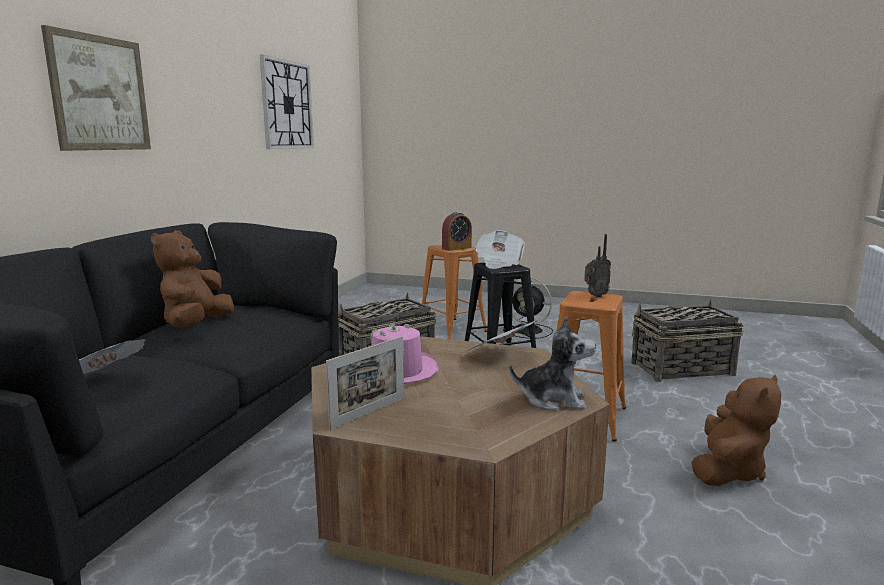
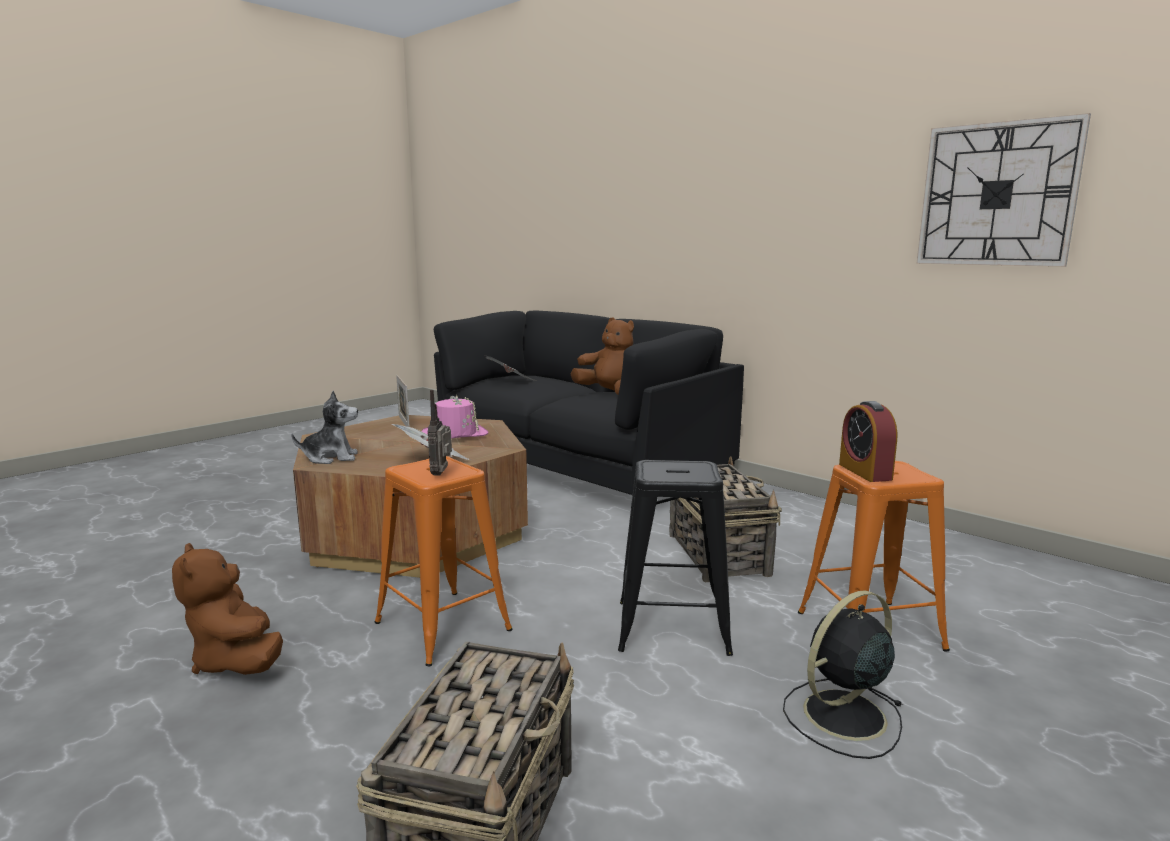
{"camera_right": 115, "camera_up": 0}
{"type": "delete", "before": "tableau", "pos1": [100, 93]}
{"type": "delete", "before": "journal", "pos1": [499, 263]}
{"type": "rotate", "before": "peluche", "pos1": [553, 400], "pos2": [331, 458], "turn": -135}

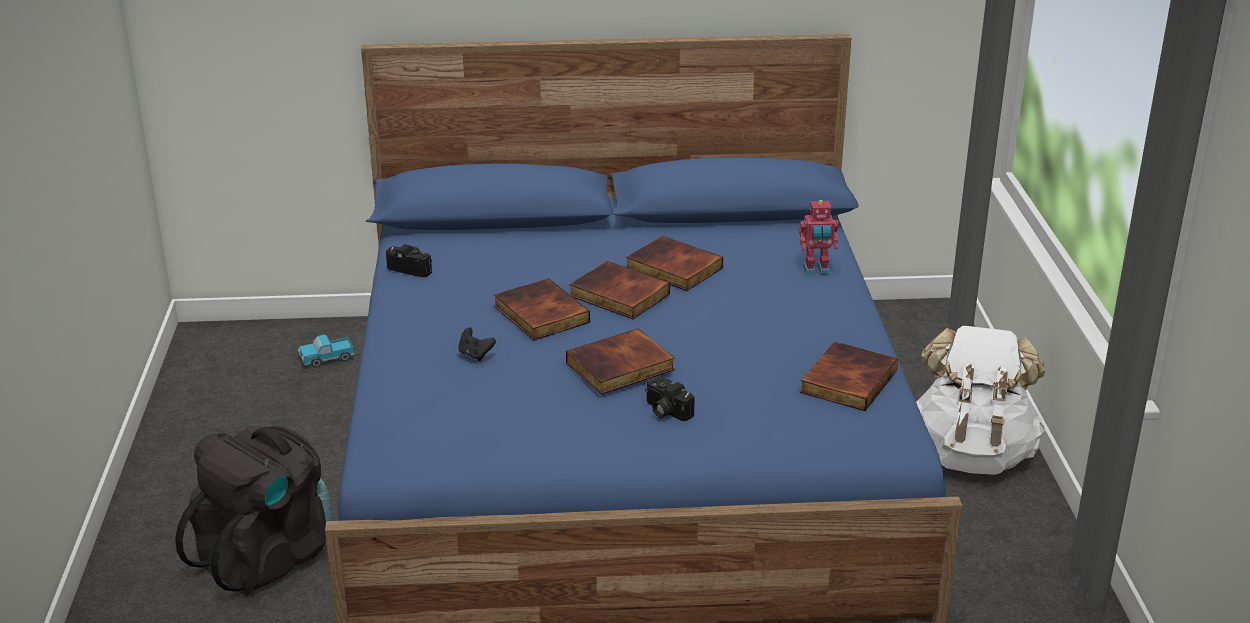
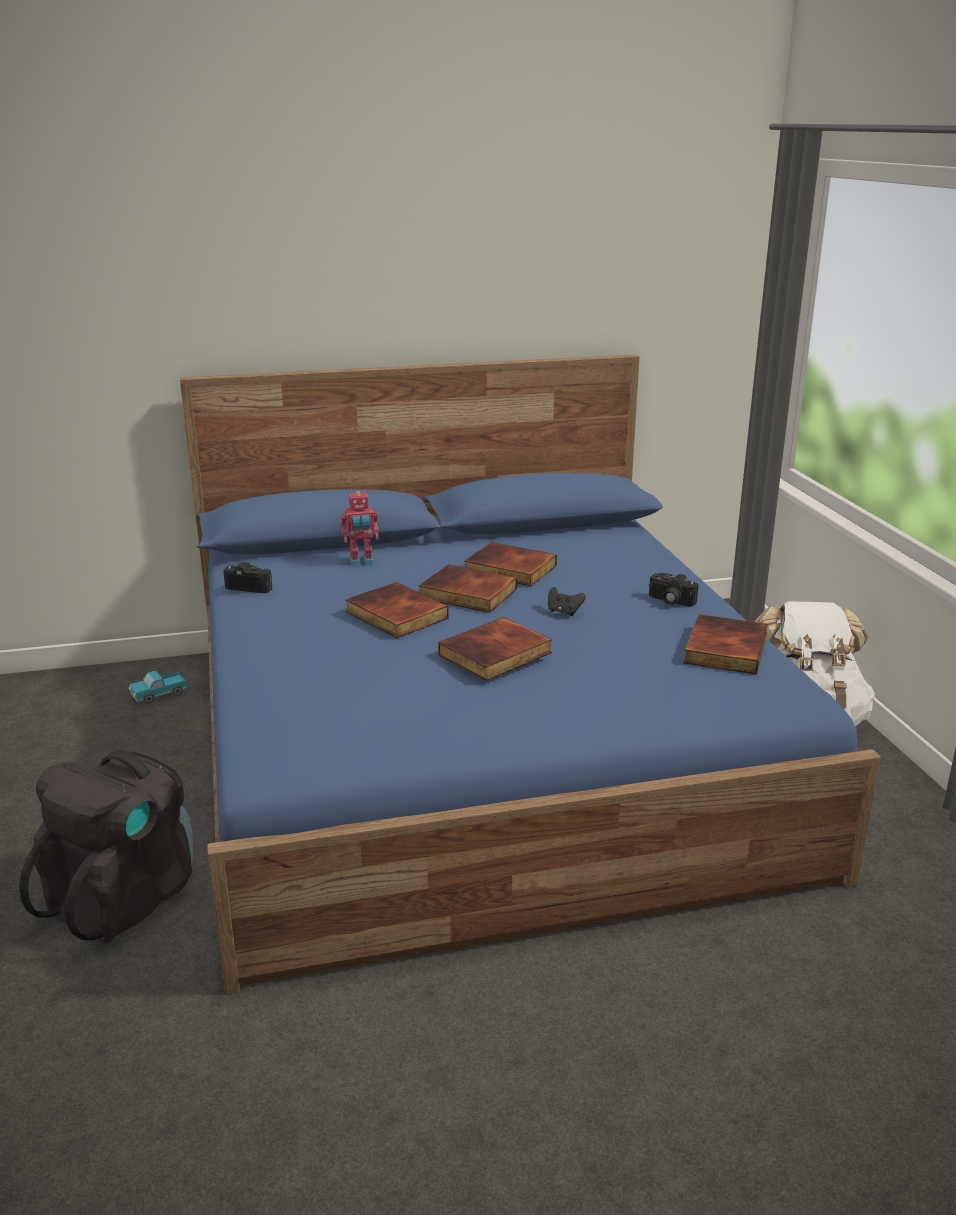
{"camera_right": -10, "camera_up": -5}
{"type": "move", "before": "manette (noir)", "pos1": [475, 355], "pos2": [564, 612]}
{"type": "move", "before": "appareil photo", "pos1": [665, 411], "pos2": [670, 601]}
{"type": "move", "before": "robot jouet", "pos1": [816, 270], "pos2": [361, 562]}

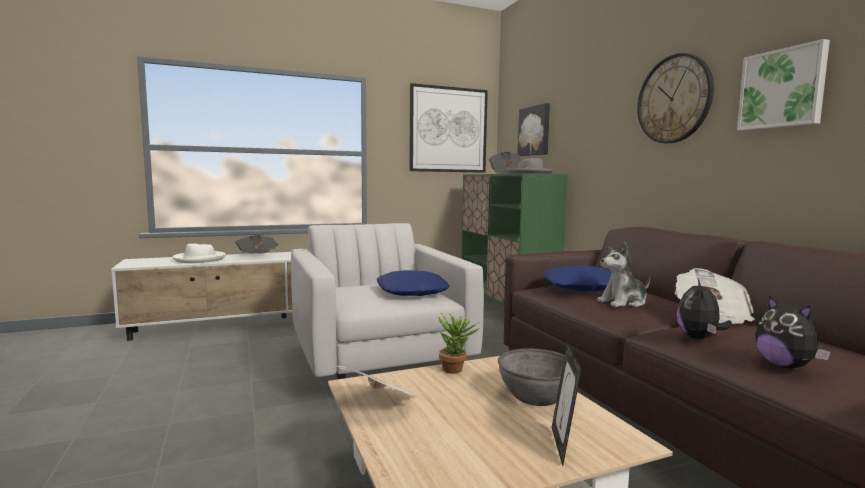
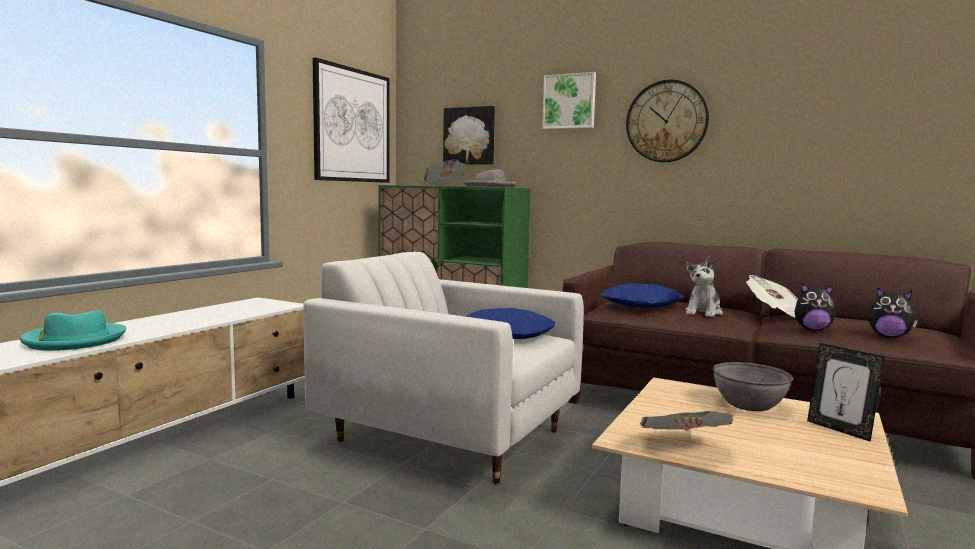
{"camera_right": -40, "camera_up": 0}
{"type": "recolor", "before": "chapeau (blanc)", "after": "chapeau (turquoise)", "pos1": [199, 259], "pos2": [74, 340]}
{"type": "delete", "before": "journal", "pos1": [257, 256]}
{"type": "delete", "before": "plante en pot", "pos1": [456, 369]}
{"type": "rotate", "before": "peluche", "pos1": [699, 338], "pos2": [812, 329], "turn": -60}
{"type": "move", "before": "tableau", "pos1": [782, 89], "pos2": [569, 101]}

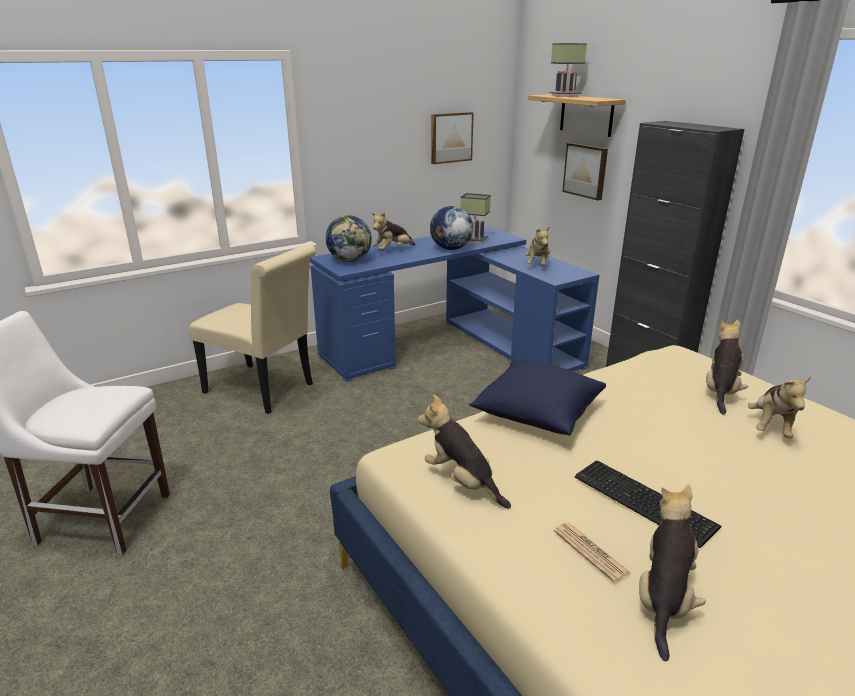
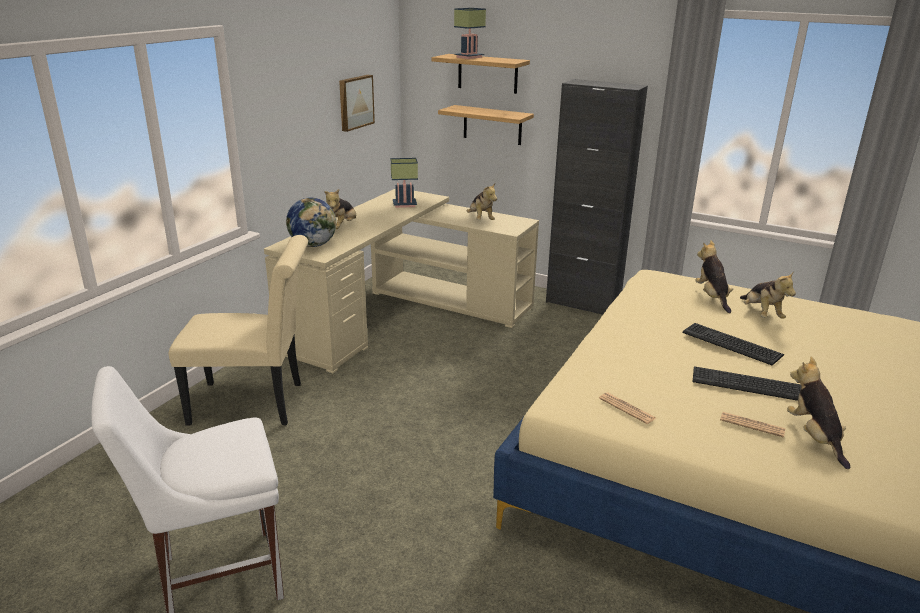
{"camera_right": -30, "camera_up": 0}
{"type": "recolor", "before": "bureau (bleu)", "after": "bureau (beige)", "pos1": [455, 347], "pos2": [403, 314]}
{"type": "replace", "before": "peluche", "after": "journal", "pos1": [462, 482], "pos2": [627, 408]}
{"type": "delete", "before": "globe", "pos1": [450, 249]}
{"type": "delete", "before": "coussin (bleu)", "pos1": [536, 414]}
{"type": "replace", "before": "tableau", "after": "étagère", "pos1": [586, 170], "pos2": [492, 125]}
{"type": "insert", "after": "clavier", "pos2": [732, 344]}

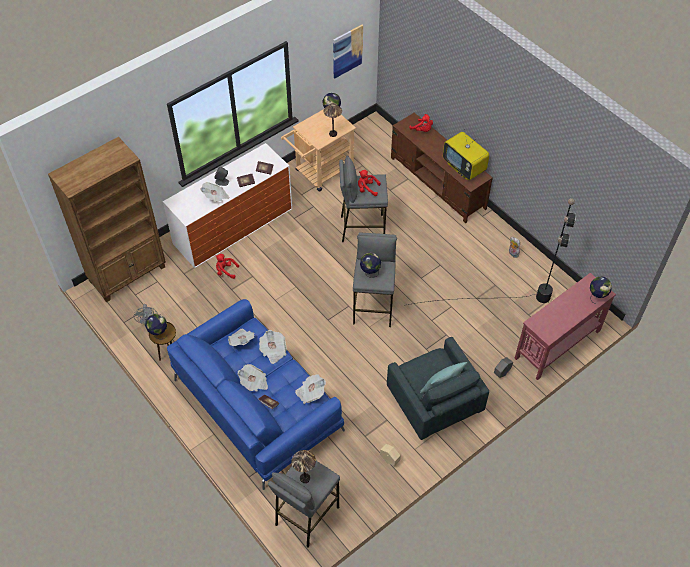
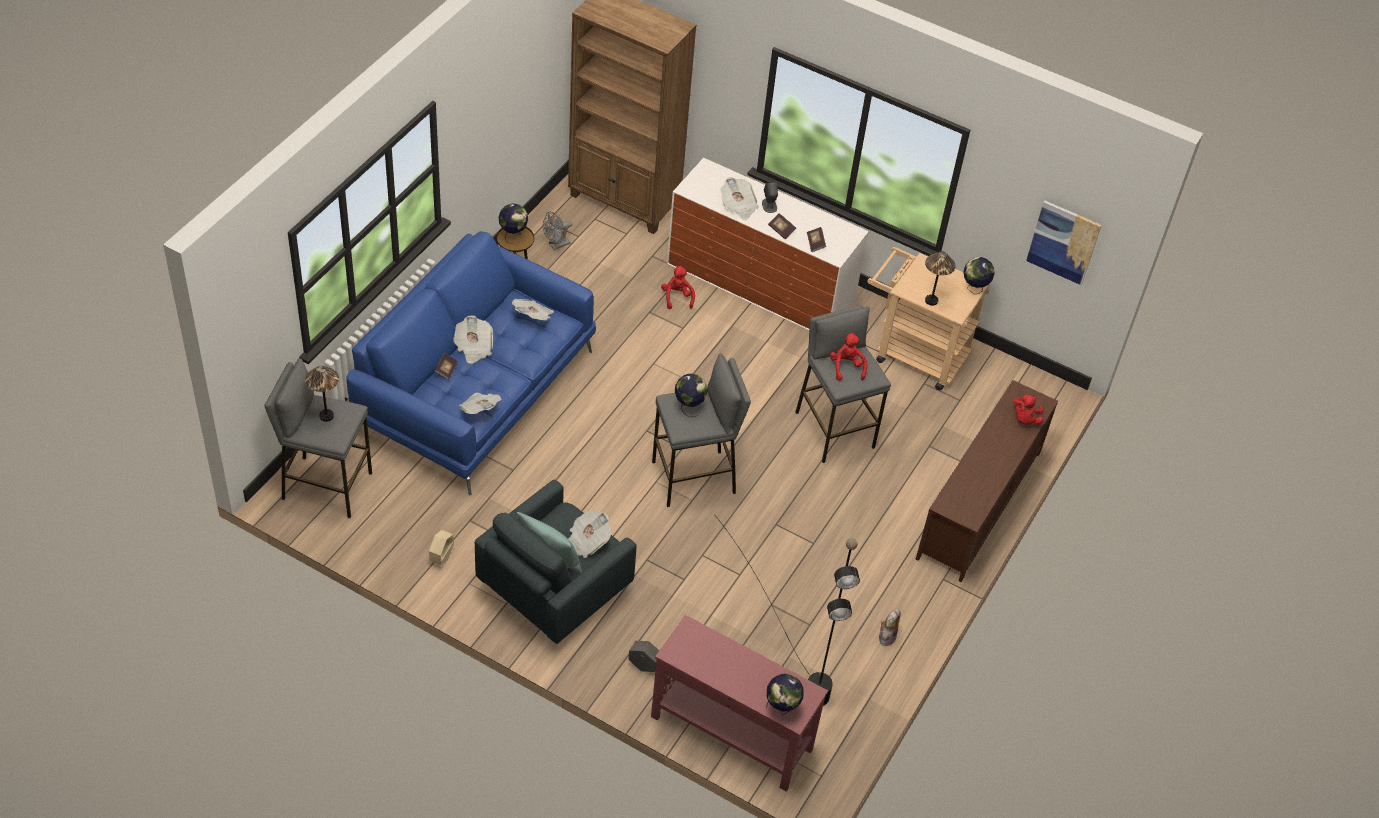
{"camera_right": 65, "camera_up": -5}
{"type": "move", "before": "journal", "pos1": [273, 351], "pos2": [586, 541]}
{"type": "delete", "before": "téléviseur", "pos1": [464, 168]}

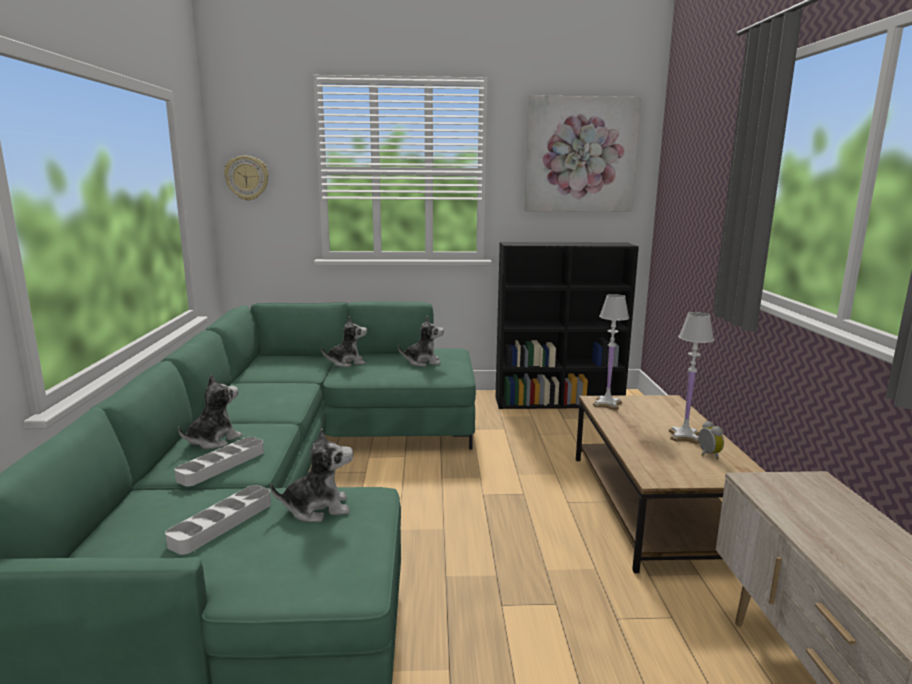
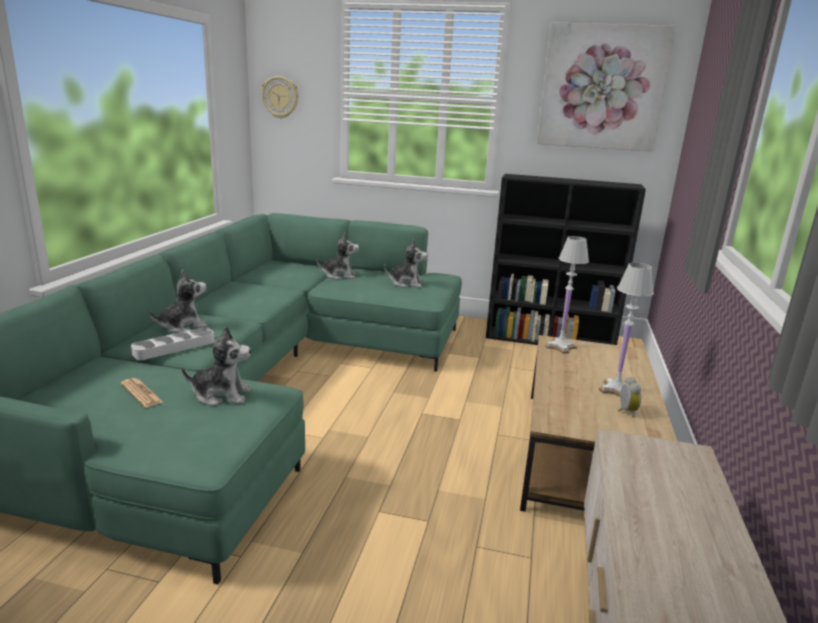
{"camera_right": 15, "camera_up": 5}
{"type": "replace", "before": "plateau (gris)", "after": "journal", "pos1": [222, 523], "pos2": [141, 393]}

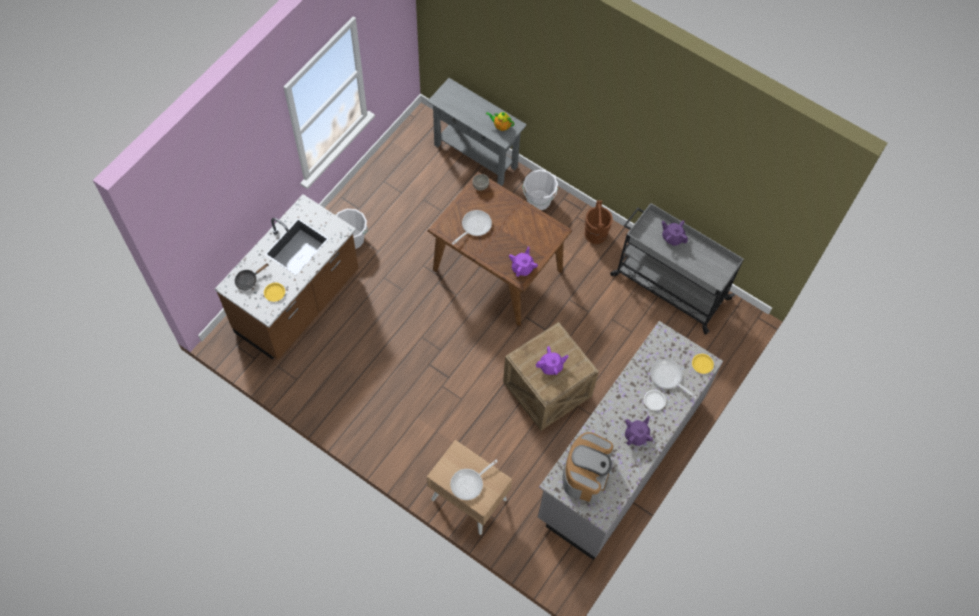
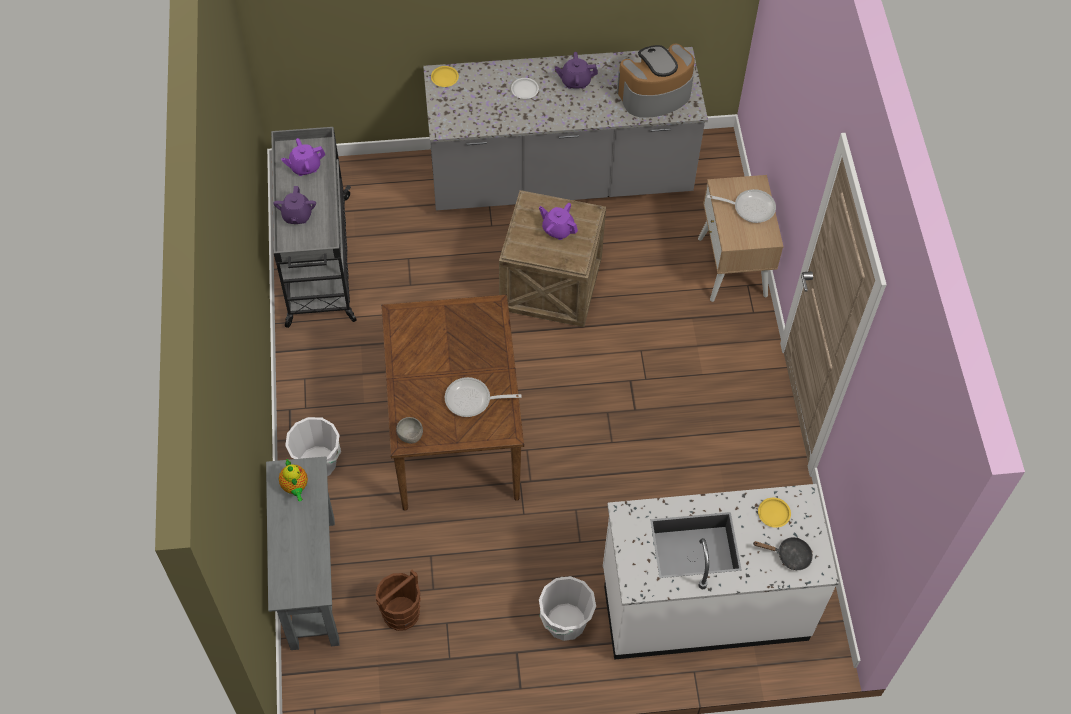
{"camera_right": -130, "camera_up": -5}
{"type": "recolor", "before": "comptoir de cuisine (marron)", "after": "comptoir de cuisine (blanc)", "pos1": [298, 303], "pos2": [704, 603]}
{"type": "move", "before": "théière (violet)", "pos1": [522, 267], "pos2": [305, 167]}
{"type": "move", "before": "seau (marron)", "pos1": [595, 234], "pos2": [400, 613]}
{"type": "delete", "before": "poêle", "pos1": [668, 378]}

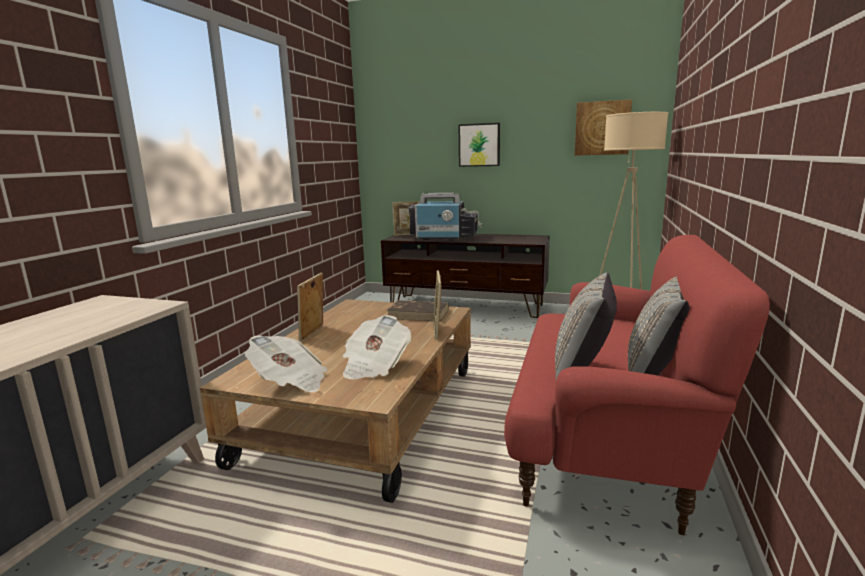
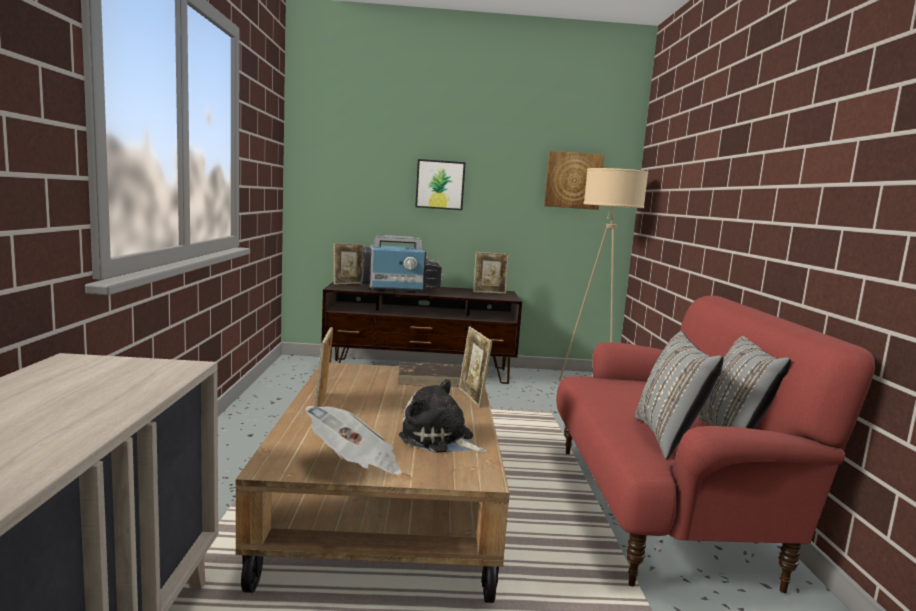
{"camera_right": -20, "camera_up": -5}
{"type": "replace", "before": "journal", "after": "peluche", "pos1": [374, 365], "pos2": [439, 439]}
{"type": "insert", "after": "cadre photo", "pos2": [489, 292]}

